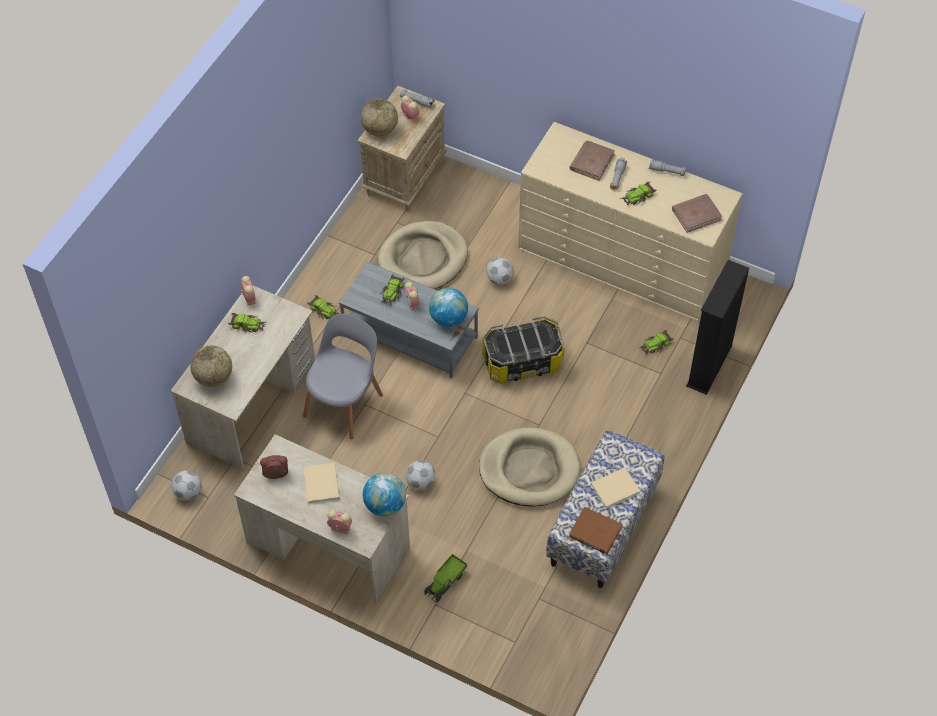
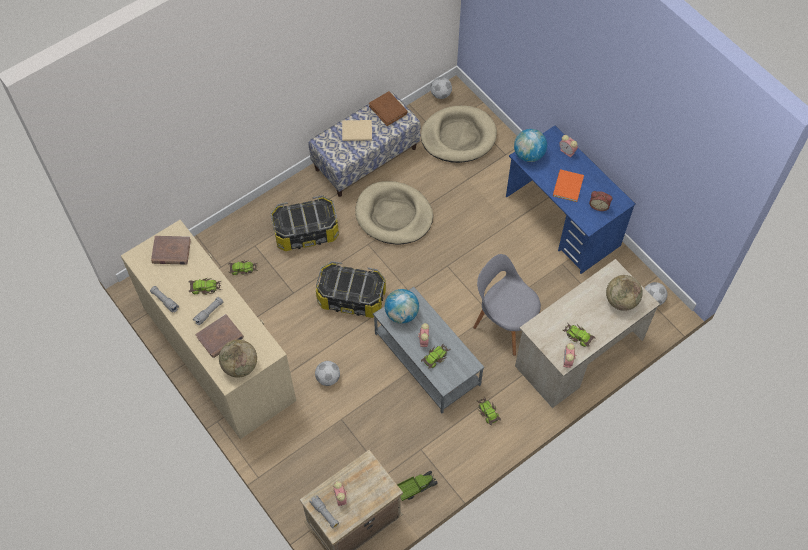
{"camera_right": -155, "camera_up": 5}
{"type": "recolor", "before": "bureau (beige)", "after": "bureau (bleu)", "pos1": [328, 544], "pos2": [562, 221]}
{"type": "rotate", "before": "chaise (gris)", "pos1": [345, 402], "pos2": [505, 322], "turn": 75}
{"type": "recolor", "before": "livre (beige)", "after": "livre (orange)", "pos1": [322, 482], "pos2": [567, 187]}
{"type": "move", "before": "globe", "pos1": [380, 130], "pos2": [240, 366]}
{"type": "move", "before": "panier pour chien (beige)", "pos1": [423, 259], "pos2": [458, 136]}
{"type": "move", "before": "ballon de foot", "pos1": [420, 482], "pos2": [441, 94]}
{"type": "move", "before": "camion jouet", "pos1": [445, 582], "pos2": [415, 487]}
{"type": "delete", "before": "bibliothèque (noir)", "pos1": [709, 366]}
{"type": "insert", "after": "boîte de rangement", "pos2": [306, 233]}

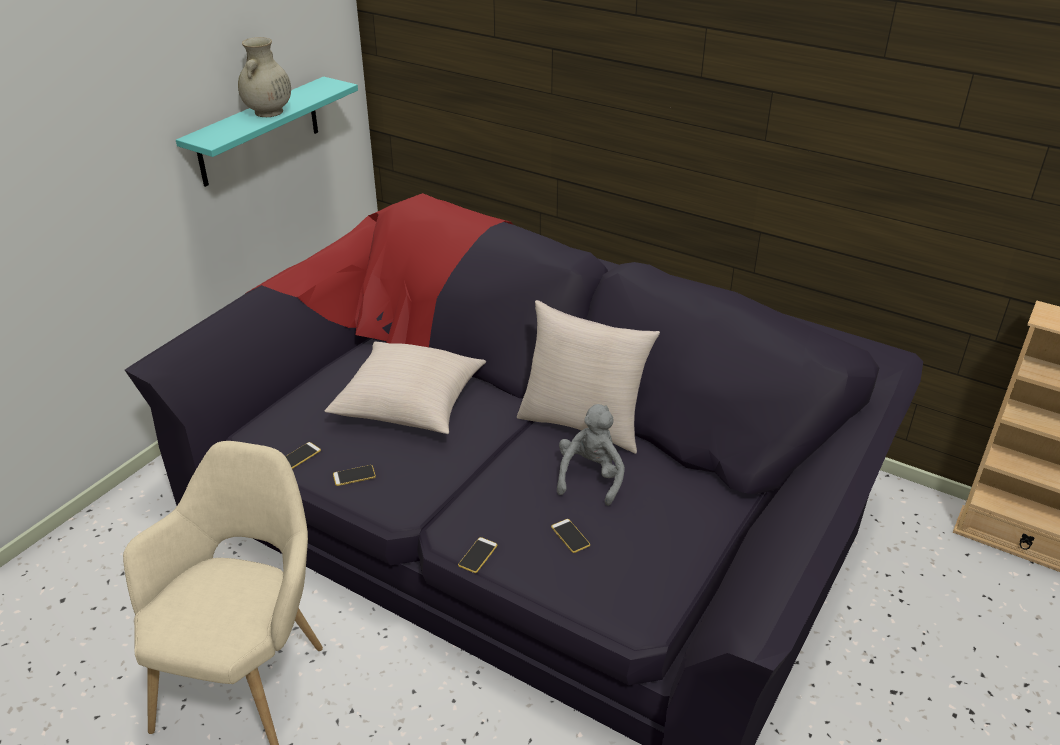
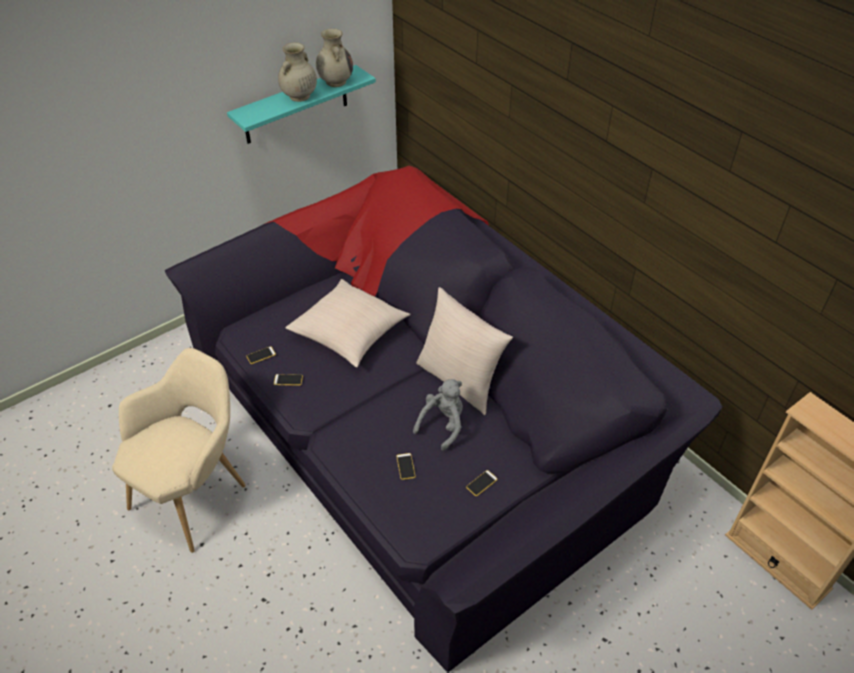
{"camera_right": 20, "camera_up": 10}
{"type": "move", "before": "téléphone", "pos1": [478, 555], "pos2": [481, 483]}
{"type": "insert", "after": "vase (beige)", "pos2": [335, 81]}

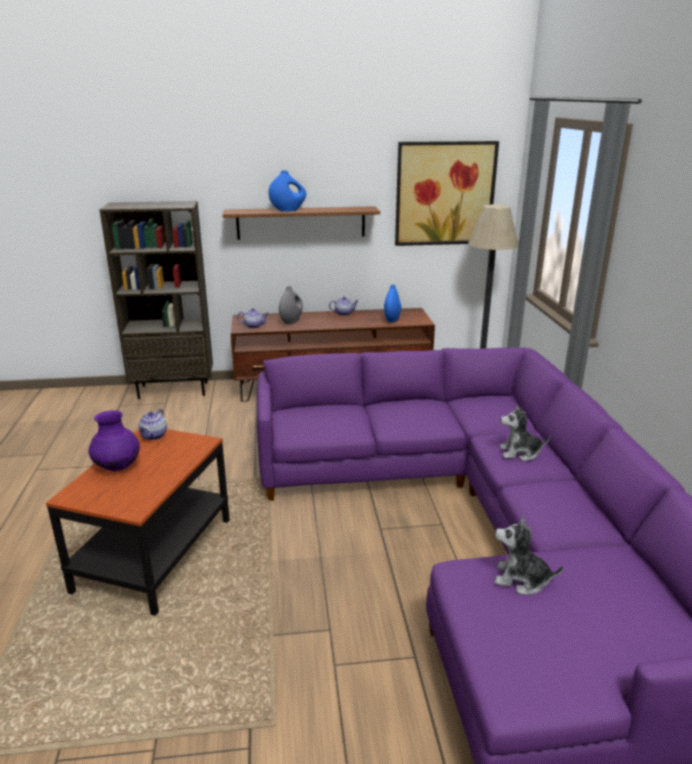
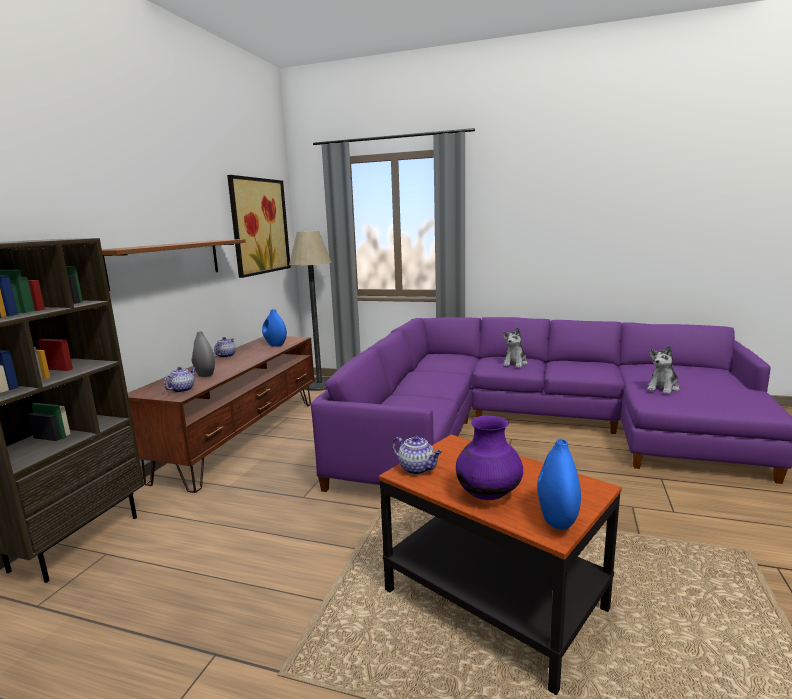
{"camera_right": -65, "camera_up": -10}
{"type": "move", "before": "vase (bleu)", "pos1": [288, 210], "pos2": [556, 518]}

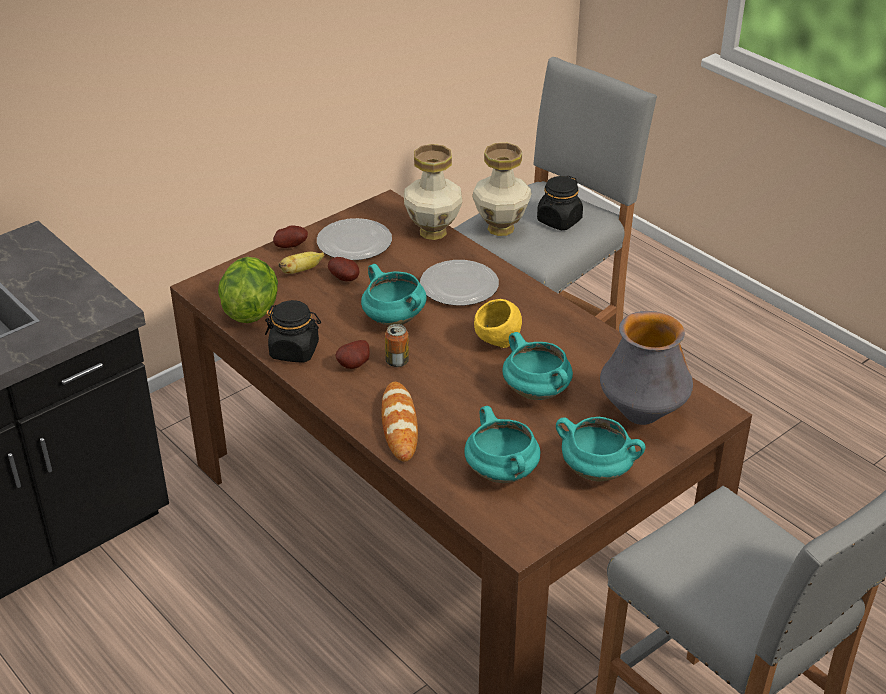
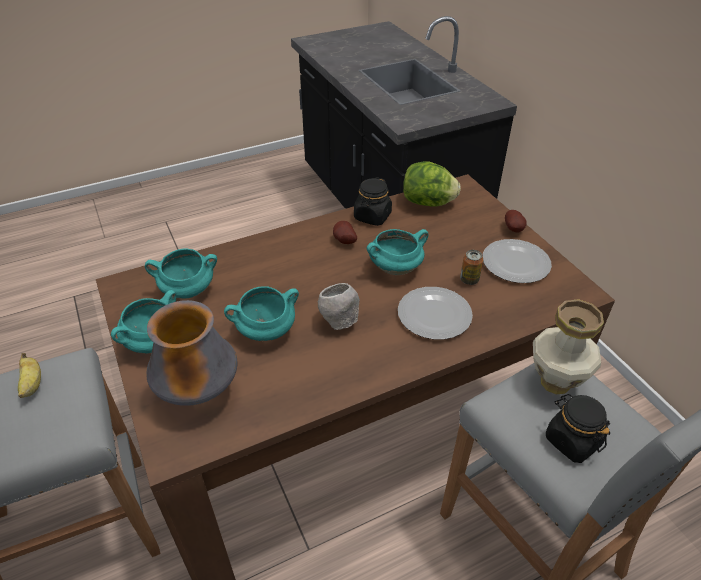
{"camera_right": 105, "camera_up": 5}
{"type": "move", "before": "banane", "pos1": [301, 270], "pos2": [32, 384]}
{"type": "delete", "before": "pomme de terre", "pos1": [345, 279]}
{"type": "delete", "before": "pain", "pos1": [399, 425]}
{"type": "move", "before": "boîte métallique", "pos1": [397, 361], "pos2": [469, 280]}
{"type": "delete", "before": "vase", "pos1": [432, 231]}
{"type": "recolor", "before": "bol (jaune)", "after": "bol (gris)", "pos1": [498, 344], "pos2": [339, 321]}

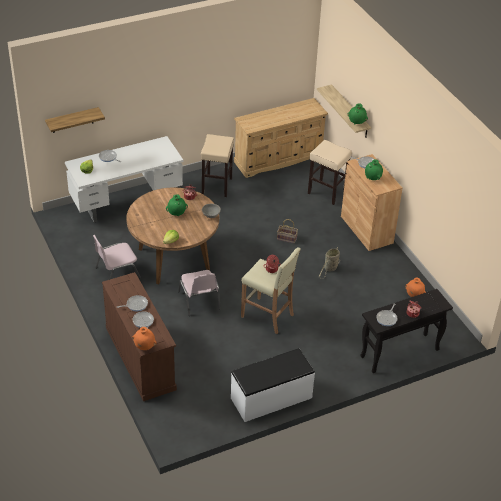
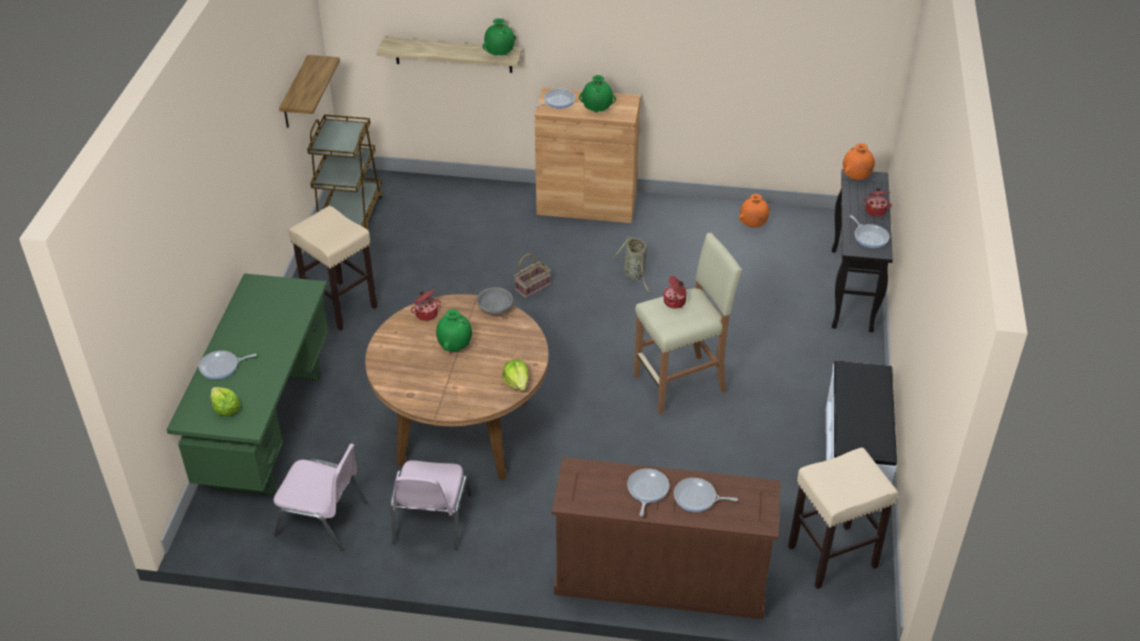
{"camera_right": -55, "camera_up": 0}
{"type": "move", "before": "étagère", "pos1": [72, 120], "pos2": [295, 93]}
{"type": "recolor", "before": "bureau (blanc)", "after": "bureau (vert)", "pos1": [127, 203], "pos2": [267, 429]}
{"type": "move", "before": "vase (orange)", "pos1": [144, 347], "pos2": [856, 178]}
{"type": "move", "before": "chaise (rose)", "pos1": [199, 301], "pos2": [323, 519]}
{"type": "replace", "before": "commode (beige)", "after": "chariot (marron)", "pos1": [279, 159], "pos2": [350, 214]}
{"type": "move", "before": "tabouret (beige)", "pos1": [326, 192], "pos2": [831, 557]}

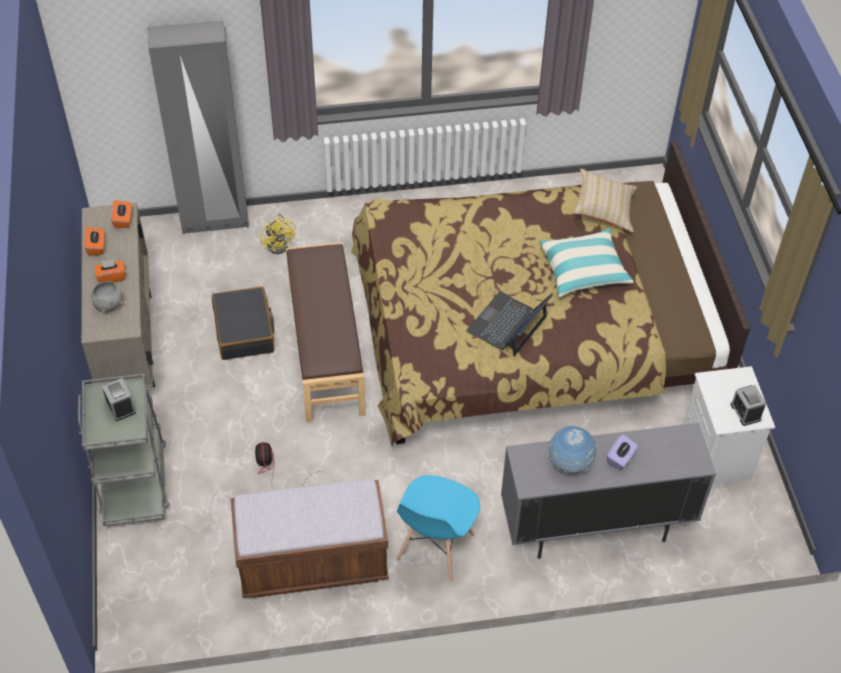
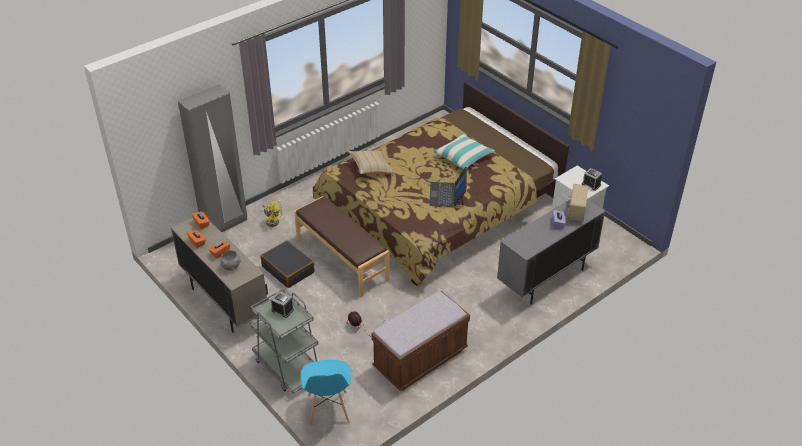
{"camera_right": -30, "camera_up": -10}
{"type": "move", "before": "chaise (bleu)", "pos1": [435, 548], "pos2": [328, 409]}
{"type": "delete", "before": "globe", "pos1": [569, 464]}
{"type": "move", "before": "coussin (beige)", "pos1": [604, 209], "pos2": [371, 169]}
{"type": "insert", "after": "radio", "pos2": [576, 212]}

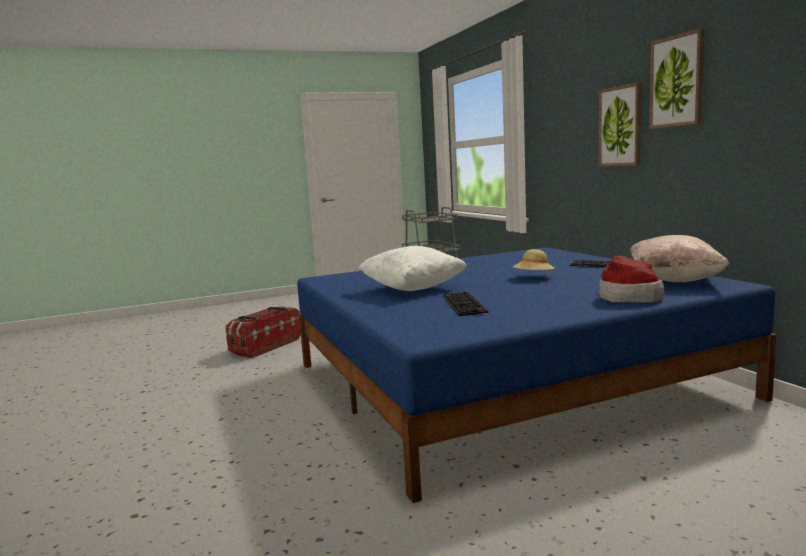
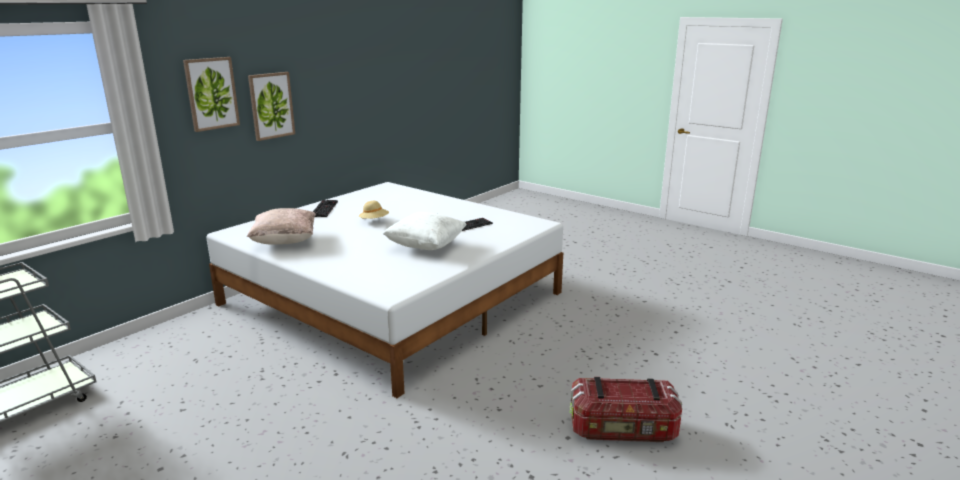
{"camera_right": -120, "camera_up": 10}
{"type": "move", "before": "boîte de rangement", "pos1": [265, 346], "pos2": [622, 430]}
{"type": "recolor", "before": "lit (bleu)", "after": "lit (blanc)", "pos1": [505, 380], "pos2": [393, 298]}
{"type": "delete", "before": "chapeau", "pos1": [627, 297]}
{"type": "move", "before": "coussin (beige)", "pos1": [674, 280], "pos2": [285, 242]}
{"type": "move", "before": "tableau", "pos1": [677, 81], "pos2": [211, 93]}

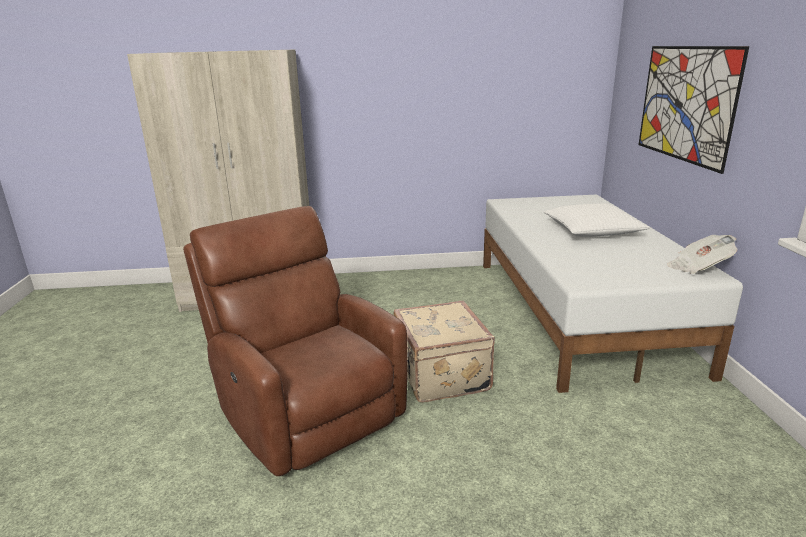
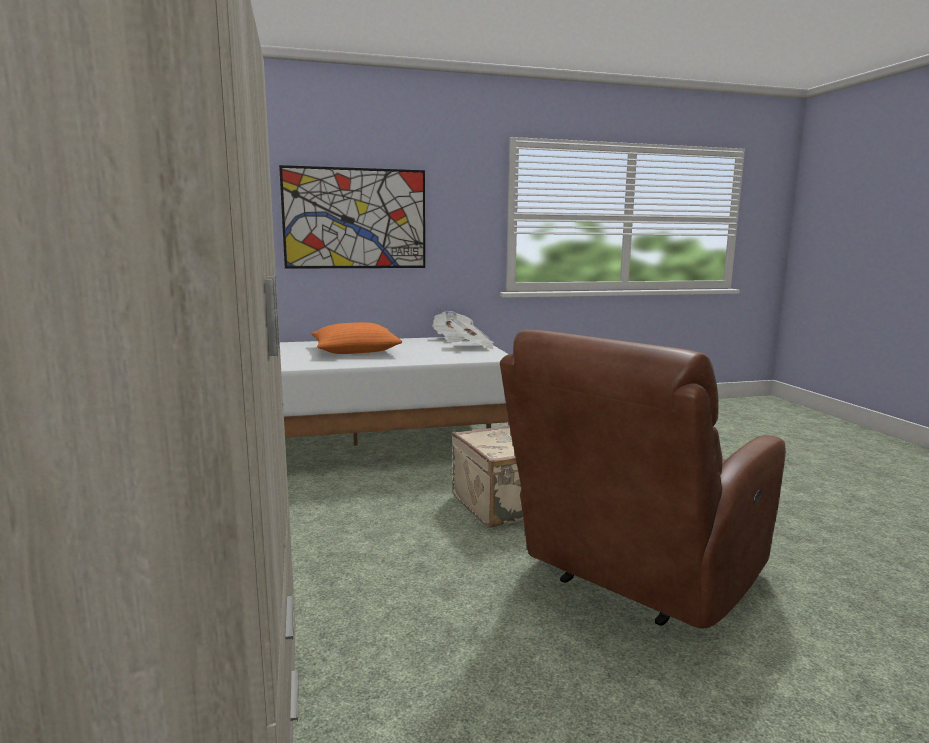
{"camera_right": -100, "camera_up": -10}
{"type": "recolor", "before": "coussin (blanc)", "after": "coussin (orange)", "pos1": [592, 231], "pos2": [355, 350]}
{"type": "insert", "after": "journal", "pos2": [473, 347]}

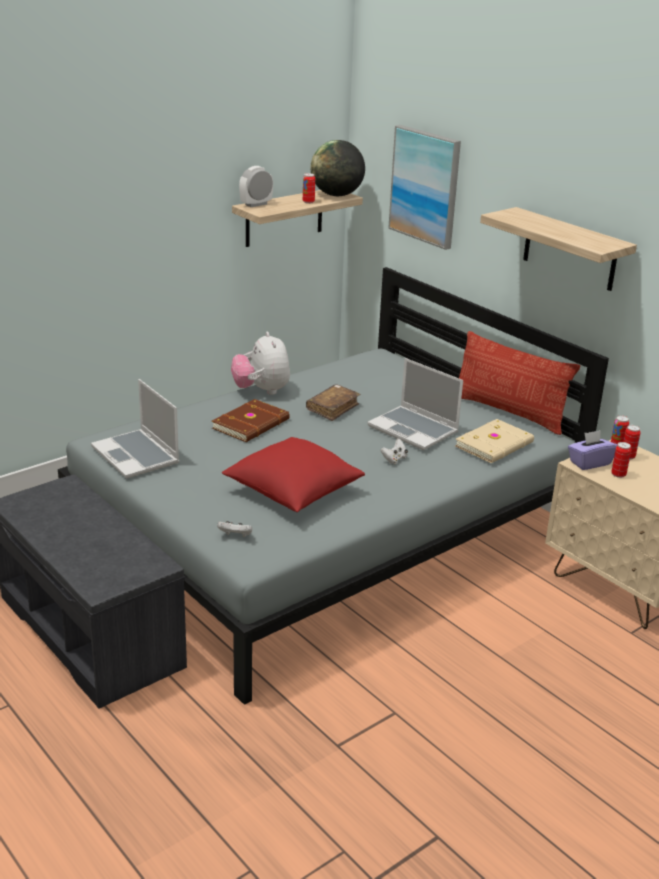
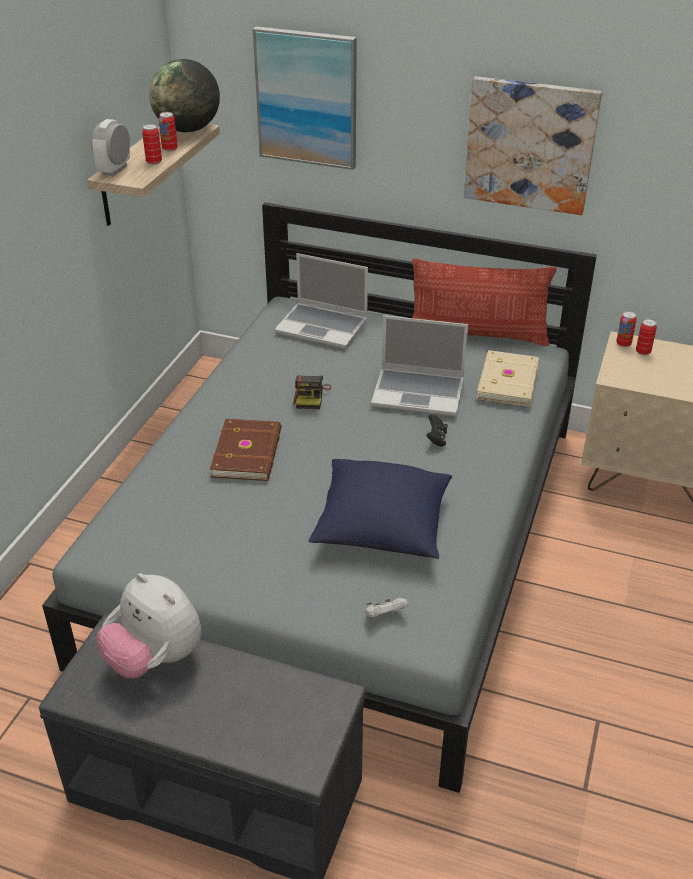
{"camera_right": -30, "camera_up": 10}
{"type": "move", "before": "ordinateur portable", "pos1": [137, 456], "pos2": [323, 327]}
{"type": "recolor", "before": "coussin (rouge)", "after": "coussin (bleu)", "pos1": [292, 492], "pos2": [381, 527]}
{"type": "move", "before": "peluche", "pos1": [261, 391], "pos2": [155, 658]}
{"type": "replace", "before": "livre (marron)", "after": "appareil photo", "pos1": [332, 408], "pos2": [310, 396]}
{"type": "recolor", "before": "manette (blanc)", "after": "manette (noir)", "pos1": [394, 459], "pos2": [436, 439]}
{"type": "replace", "before": "étagère", "after": "tableau", "pos1": [570, 249], "pos2": [530, 145]}
{"type": "delete", "before": "boîte à mouchoirs (violet)", "pos1": [589, 463]}
{"type": "move", "before": "boîte métallique", "pos1": [618, 474], "pos2": [154, 162]}

